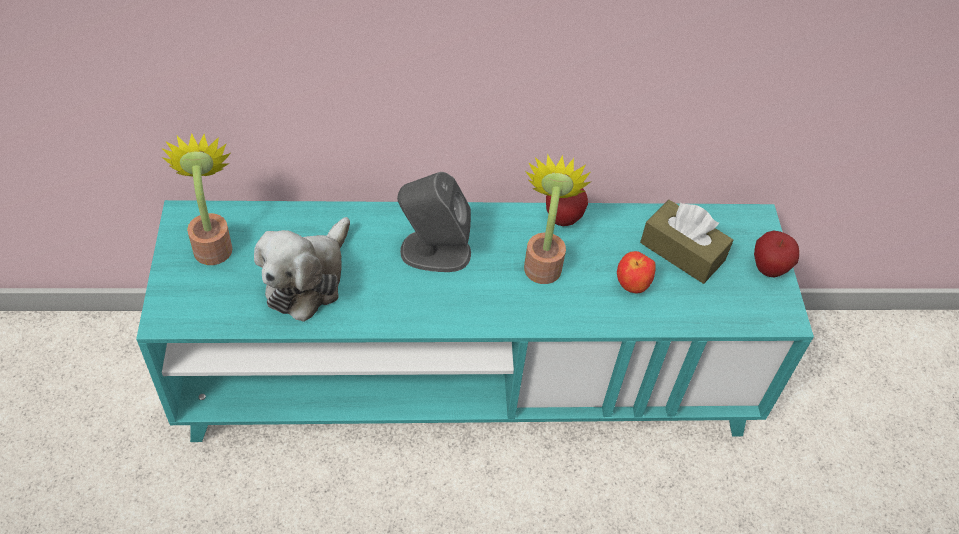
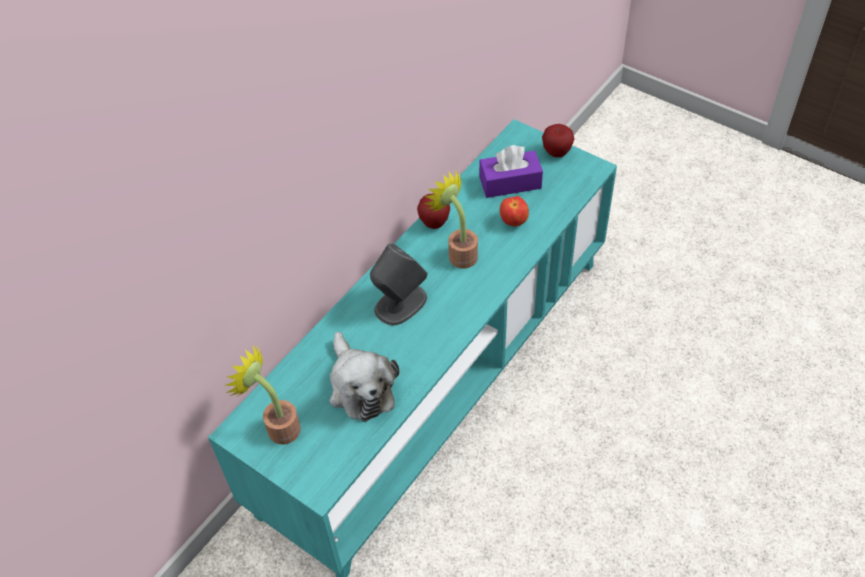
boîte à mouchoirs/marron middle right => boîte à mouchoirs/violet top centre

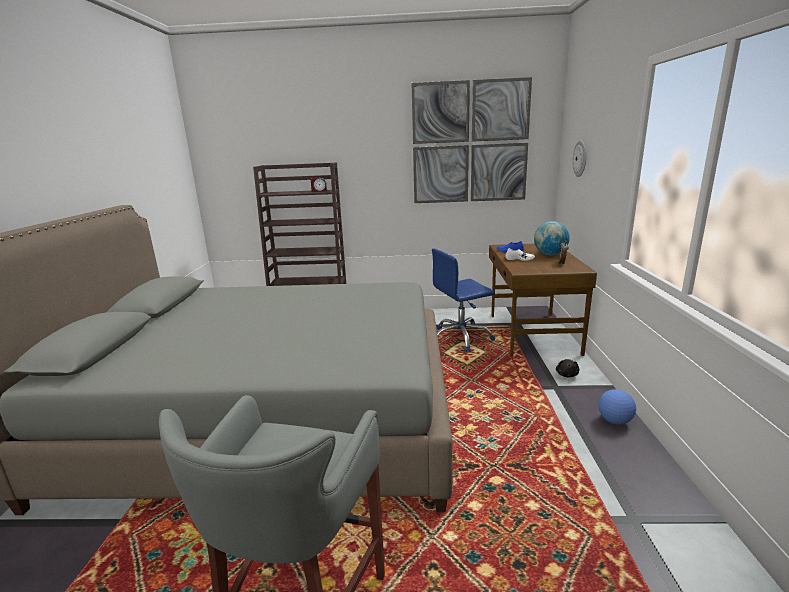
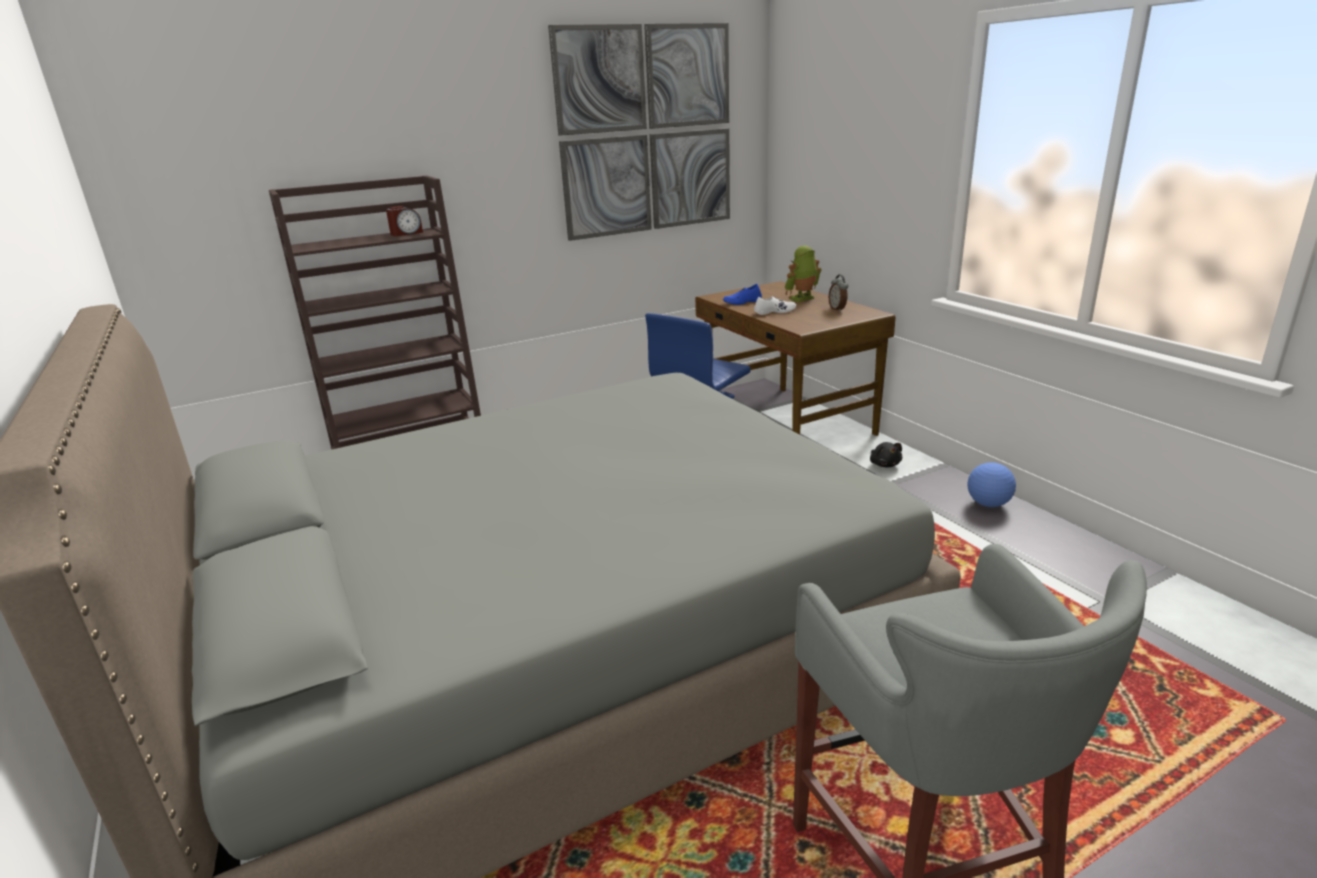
globe middle right => robot jouet top centre
horloge murale top right => nothing

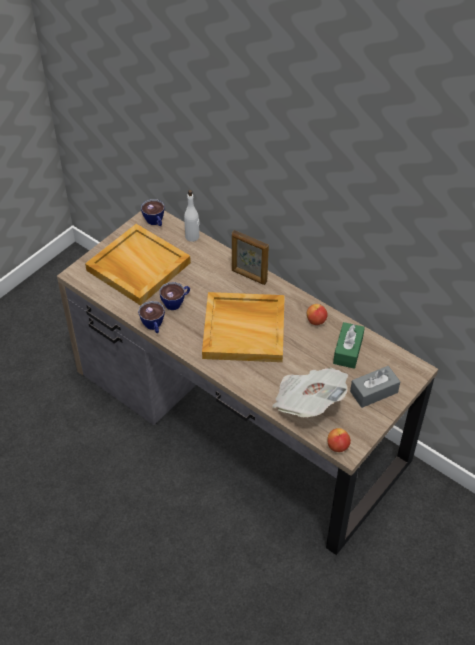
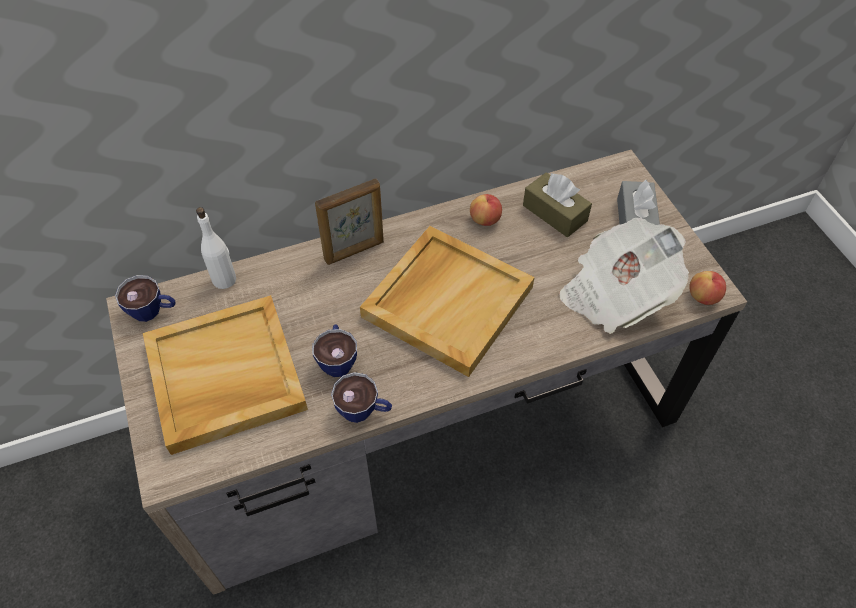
boîte à mouchoirs/vert middle right => boîte à mouchoirs/marron centre

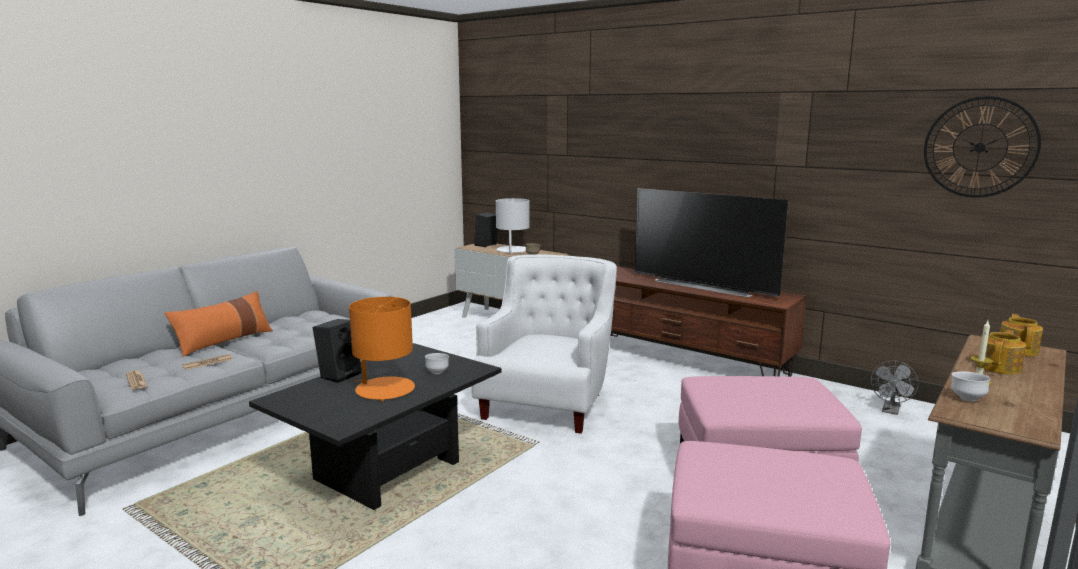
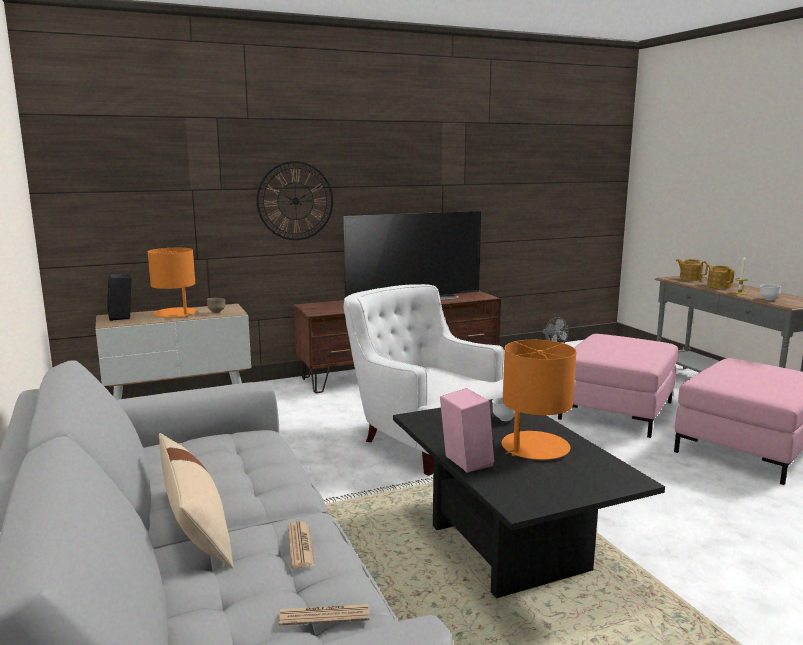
coussin/orange middle left => coussin/beige bottom left
enceinte/noir (no. 1 from left) middle left => enceinte/rose bottom centre
lampe de table/blanc centre => lampe de table/orange (no. 1 from left) middle left
horloge murale top right => horloge murale top centre, relocated

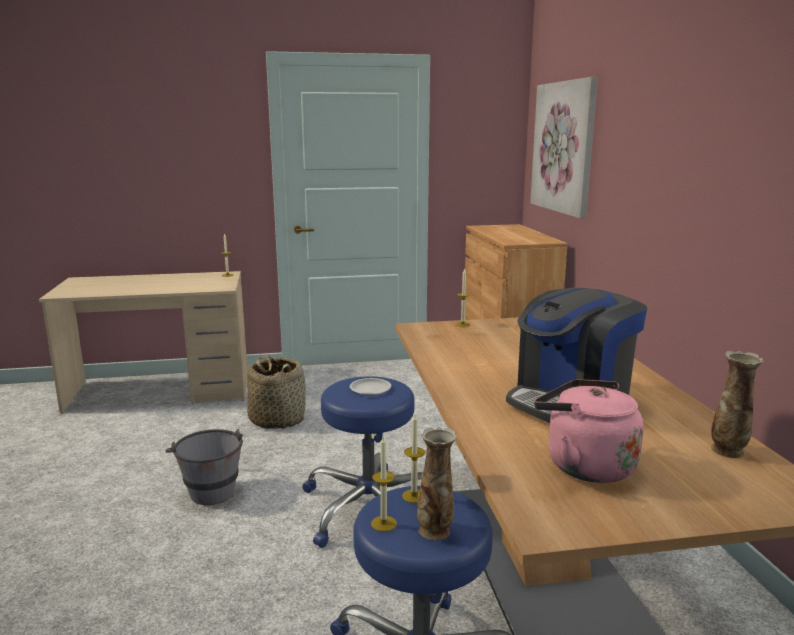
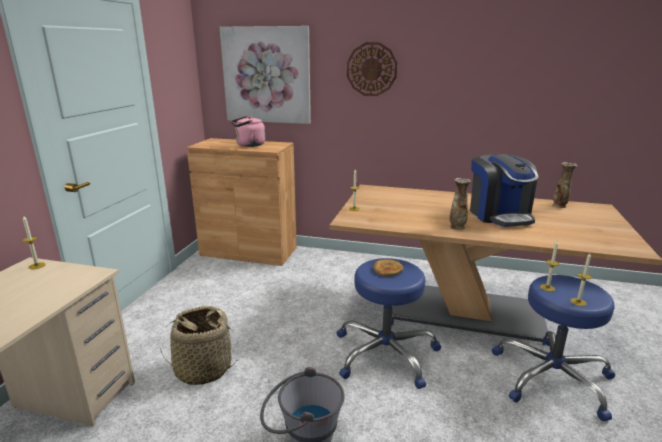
assiette/blanc centre => pain centre
vase (no. 1 from left) bottom centre => vase (no. 1 from left) middle right, relocated
bouilloire/rose bottom right => bouilloire/rose top centre, relocated
nothing => horloge murale top centre

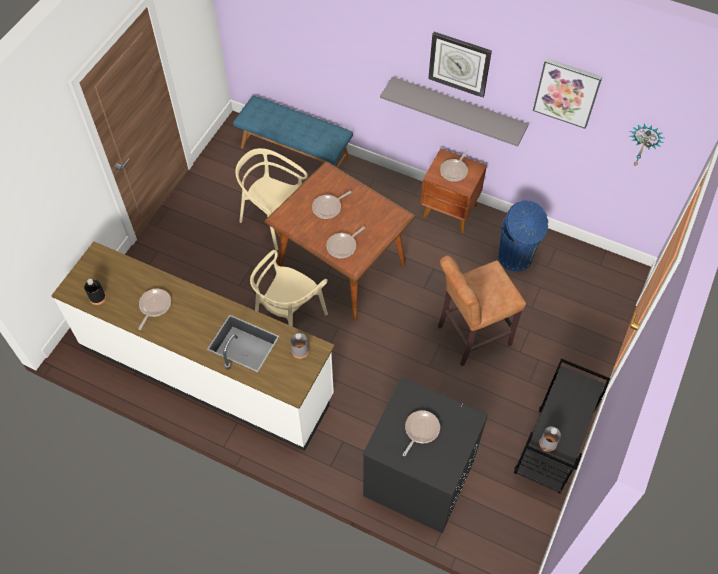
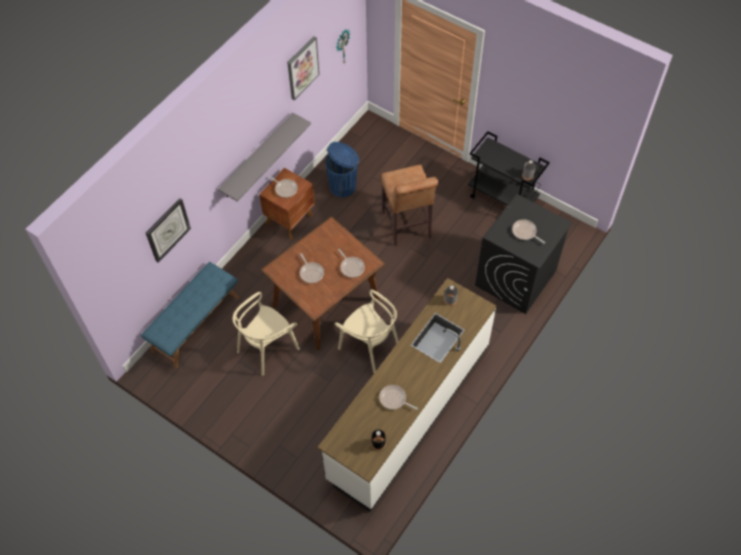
horloge murale (no. 1 from left) top centre => horloge murale (no. 1 from left) middle left, relocated

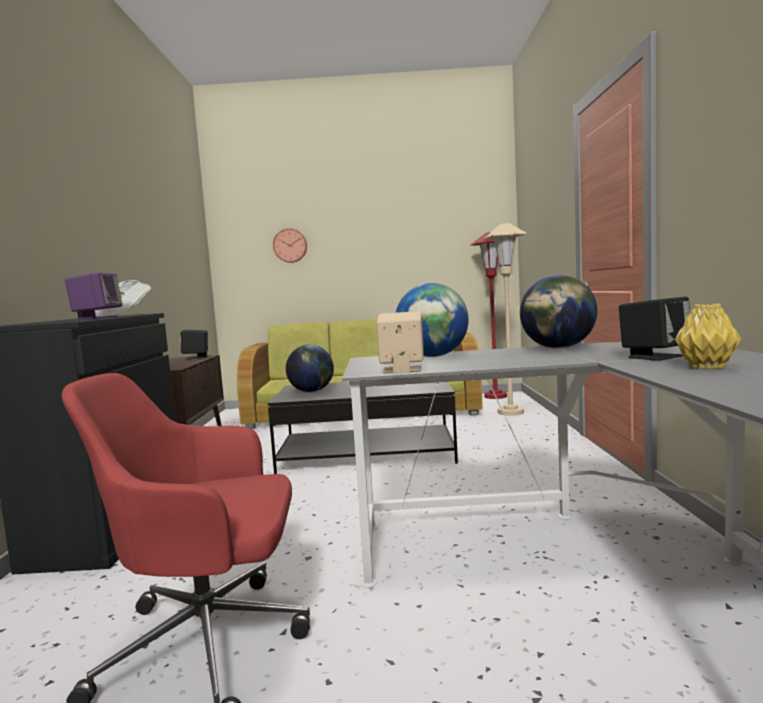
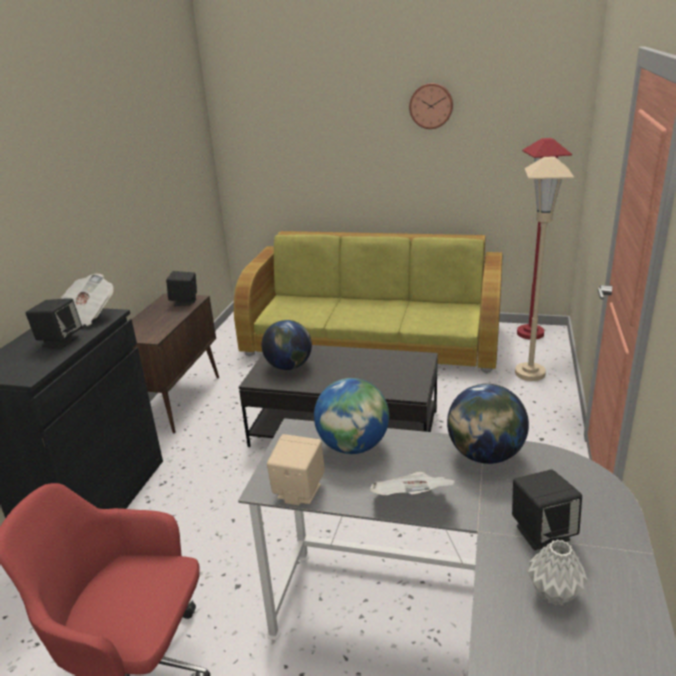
enceinte/violet middle left => enceinte/noir (no. 1 from left) middle left
horloge murale centre => horloge murale top centre, relocated
vase/jaune middle right => vase/gris bottom right
nothing => journal (no. 2 from left) bottom centre

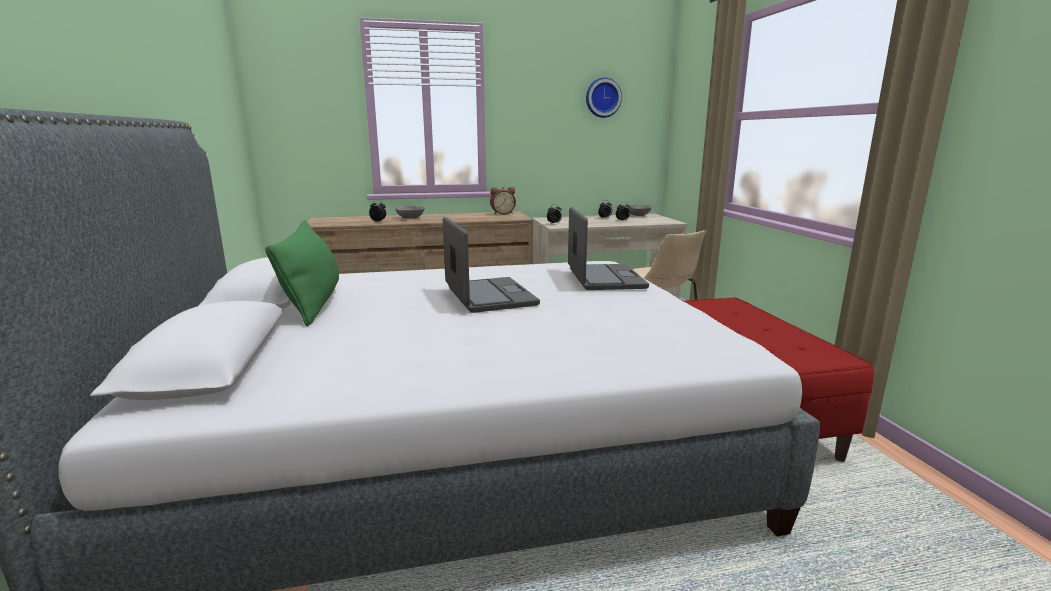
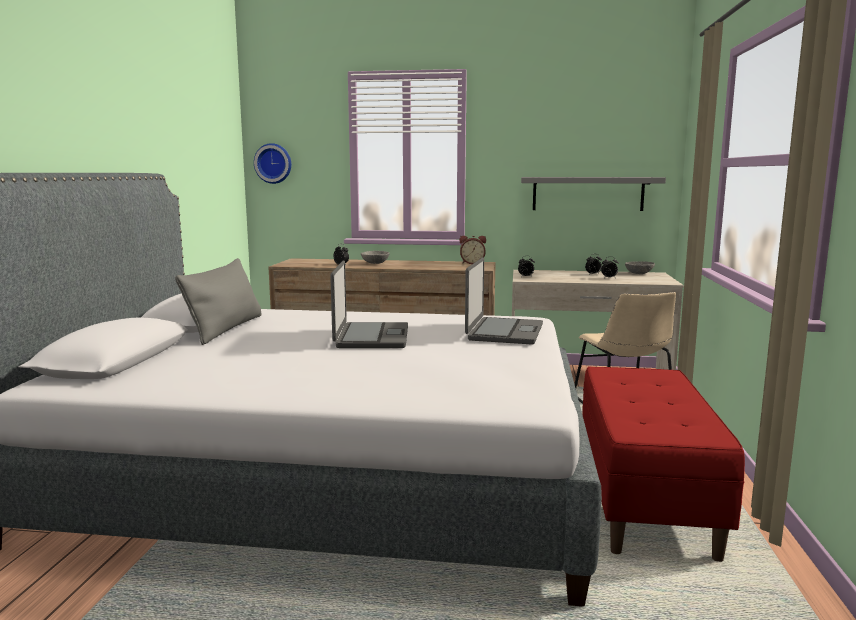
coussin/vert middle left => coussin/gris middle left
horloge murale top centre => horloge murale top left, relocated
nothing => étagère/gris top right

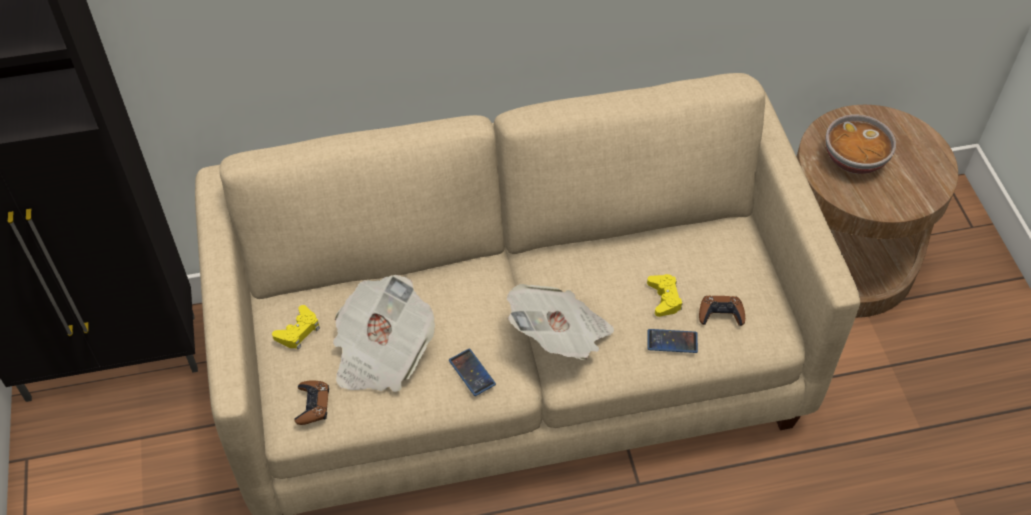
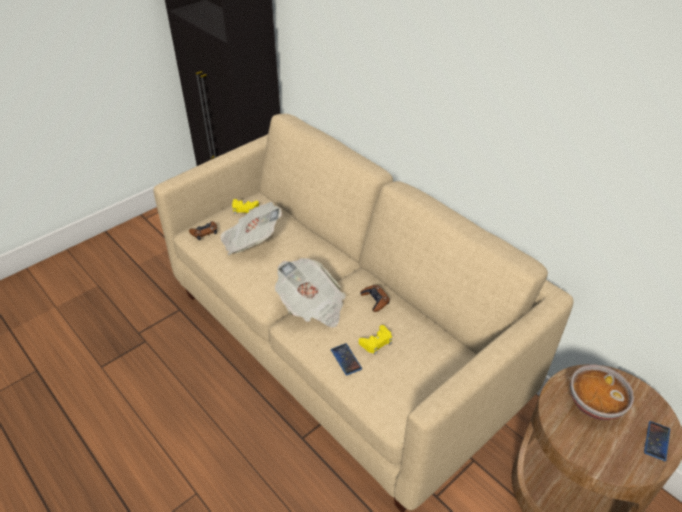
téléphone (no. 1 from left in the first image) bottom centre => téléphone (no. 2 from left) bottom right, relocated
manette/marron (no. 2 from left) middle right => manette/marron (no. 2 from left) centre, relocated

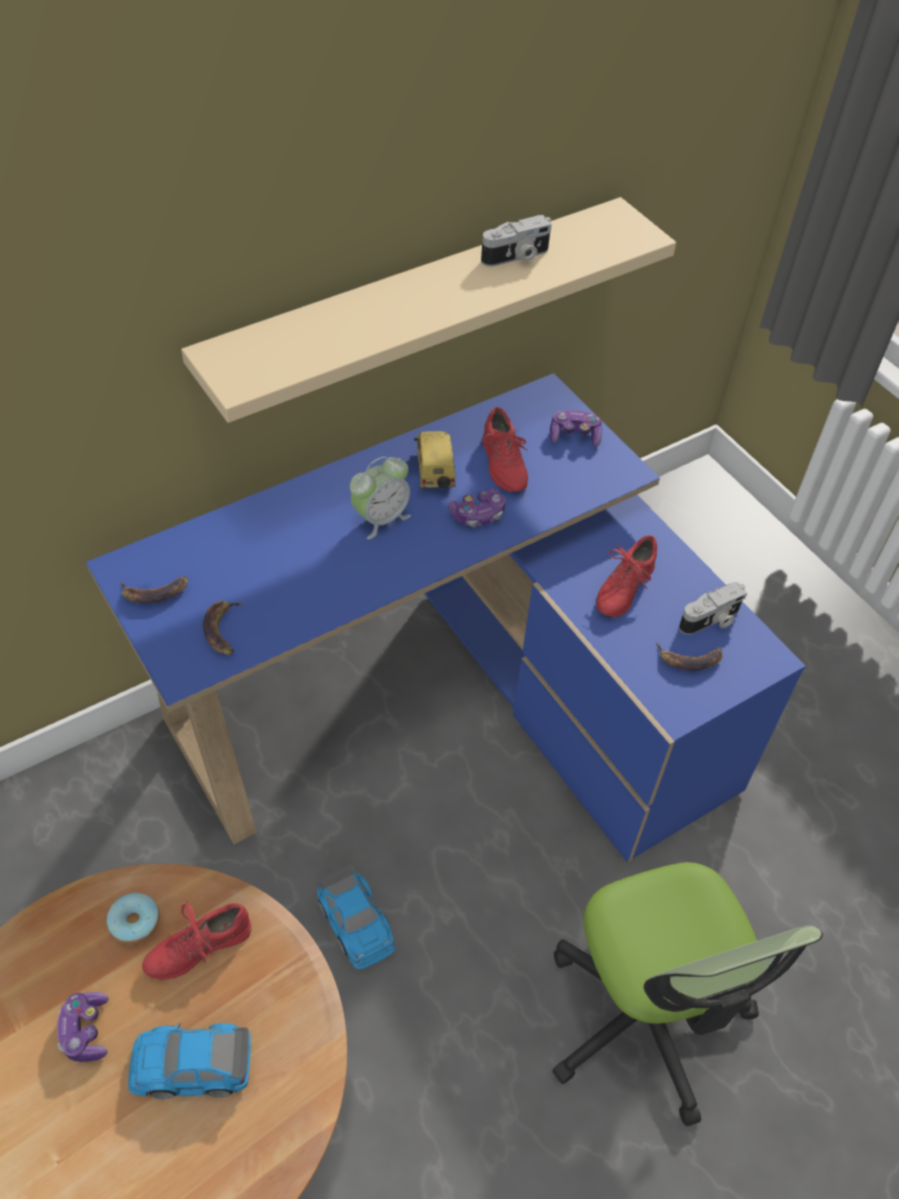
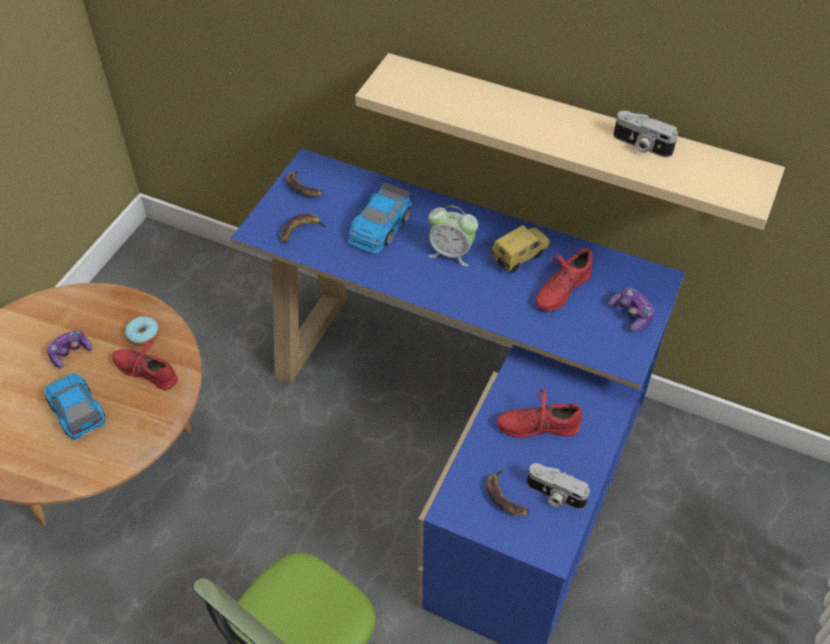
petite voiture (no. 2 from left) bottom centre => petite voiture (no. 2 from left) centre, relocated
manette (no. 2 from left) centre => nothing

